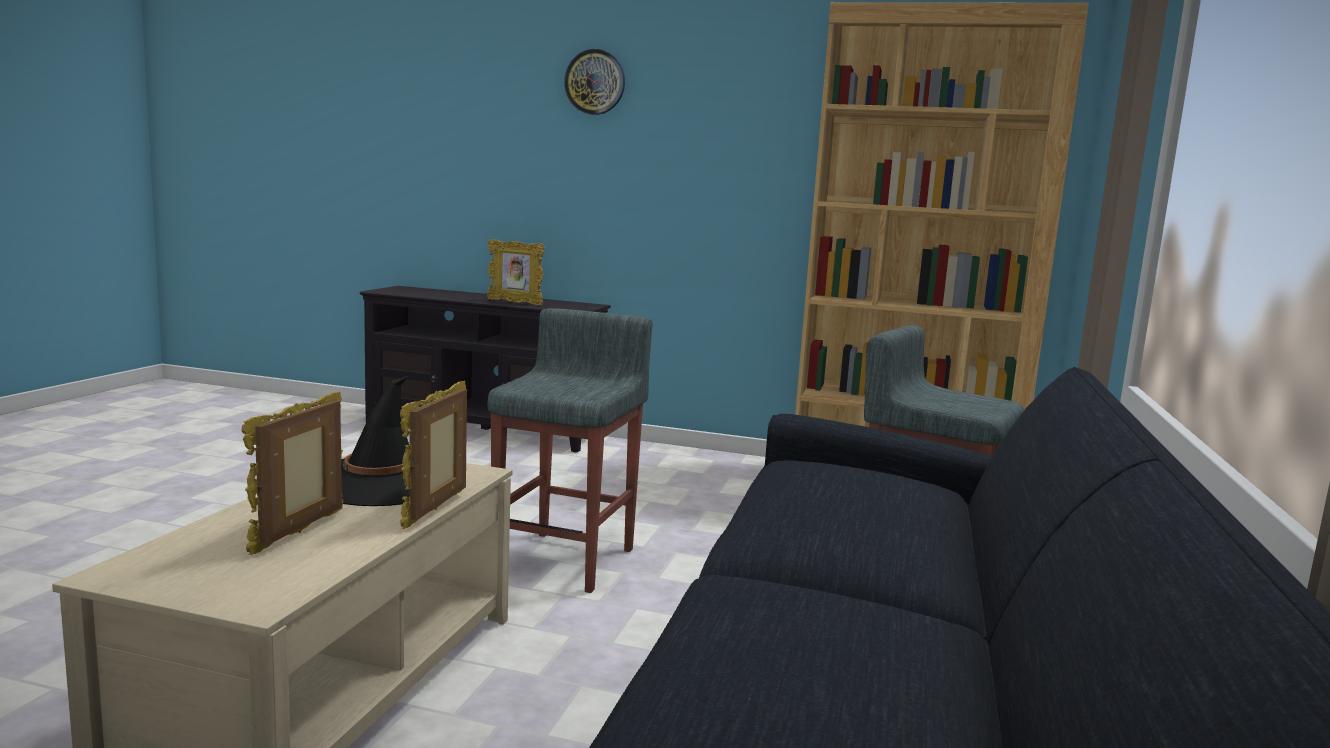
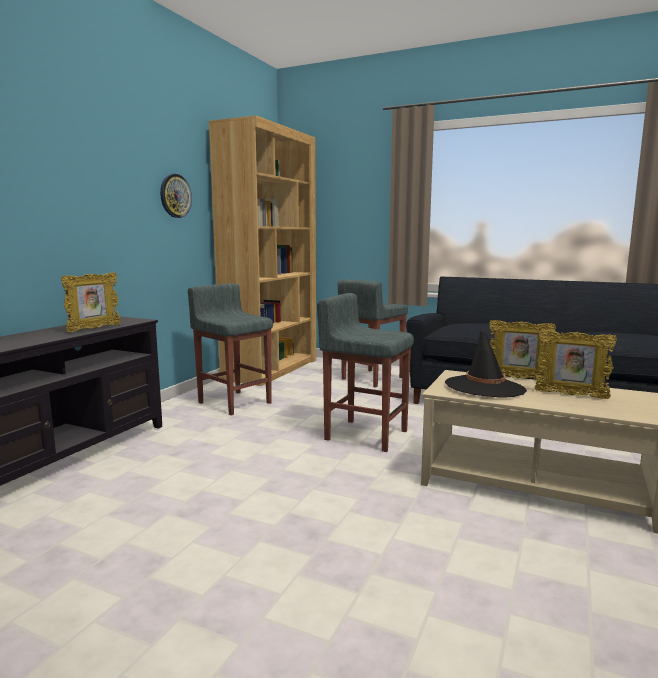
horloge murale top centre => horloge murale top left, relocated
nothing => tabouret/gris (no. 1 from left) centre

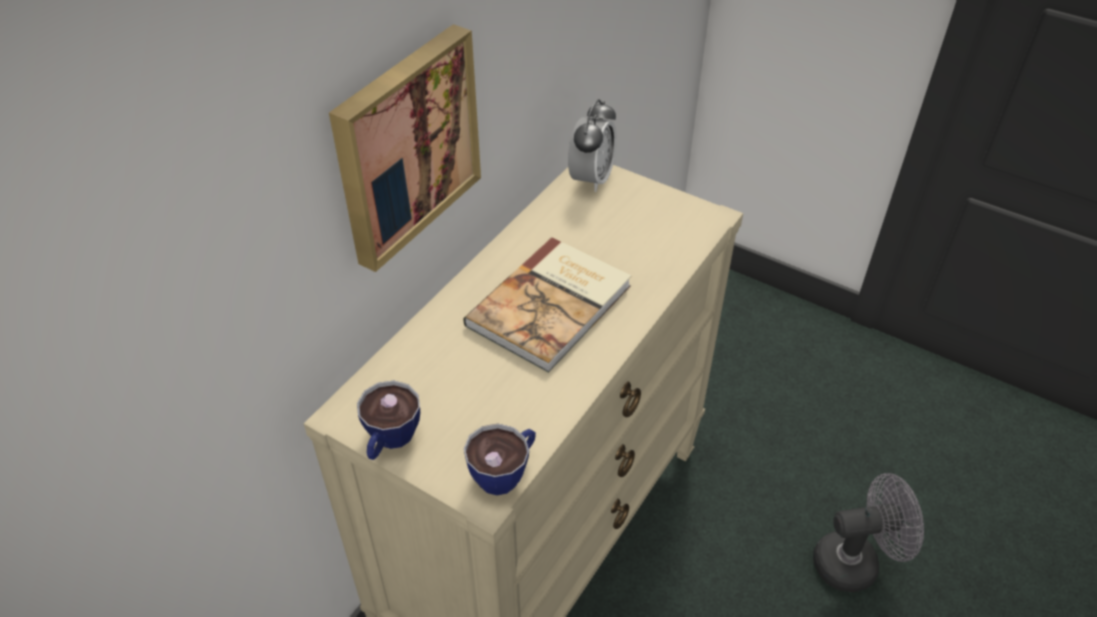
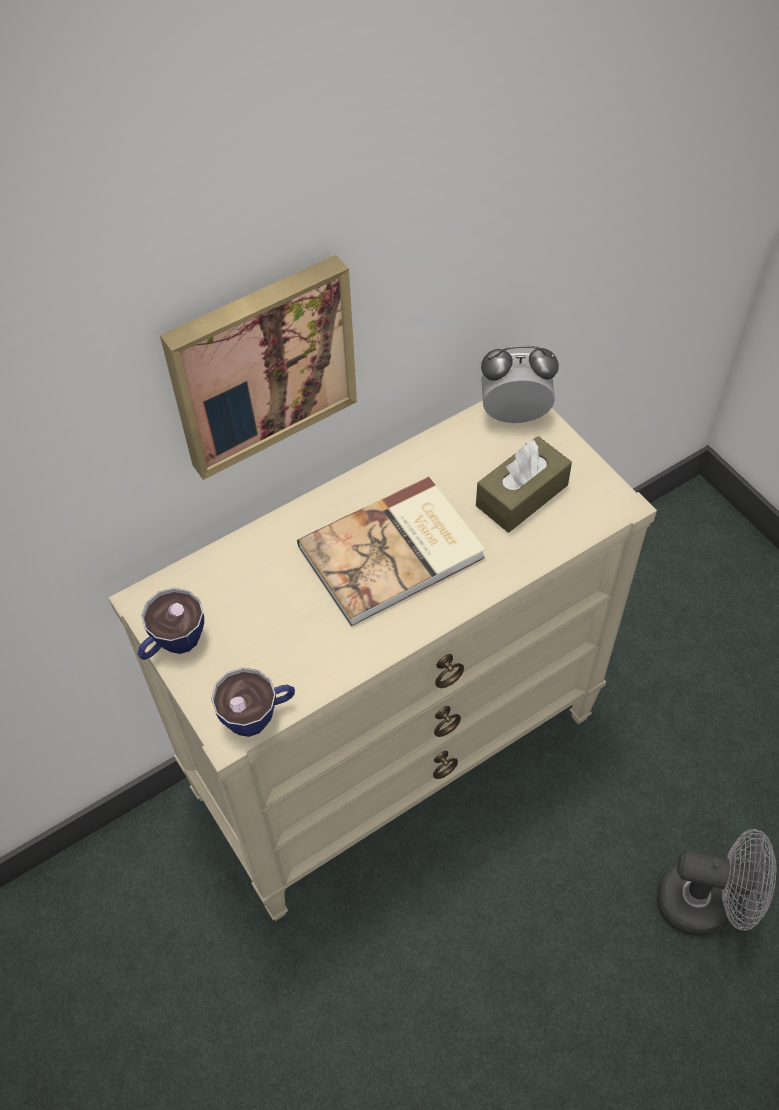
réveil top centre => réveil middle right, 135 degrees counterclockwise
nothing => boîte à mouchoirs/marron middle right

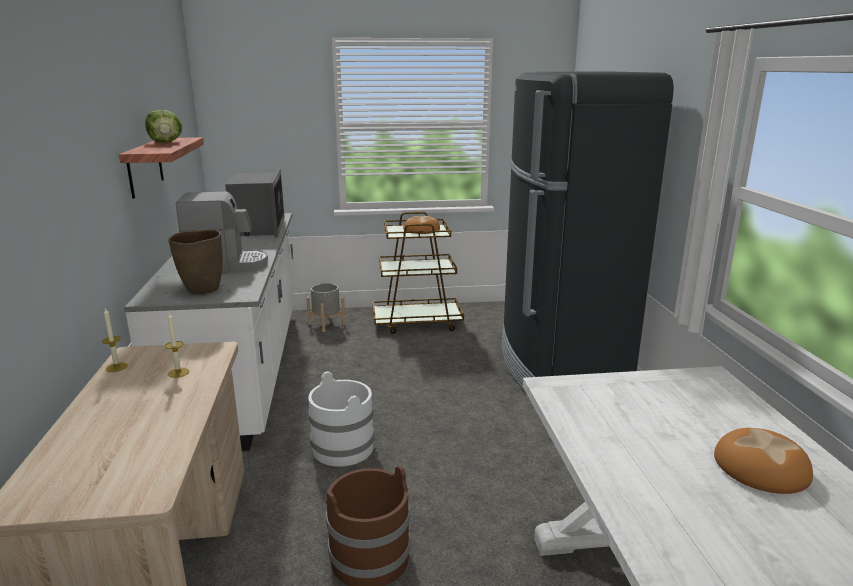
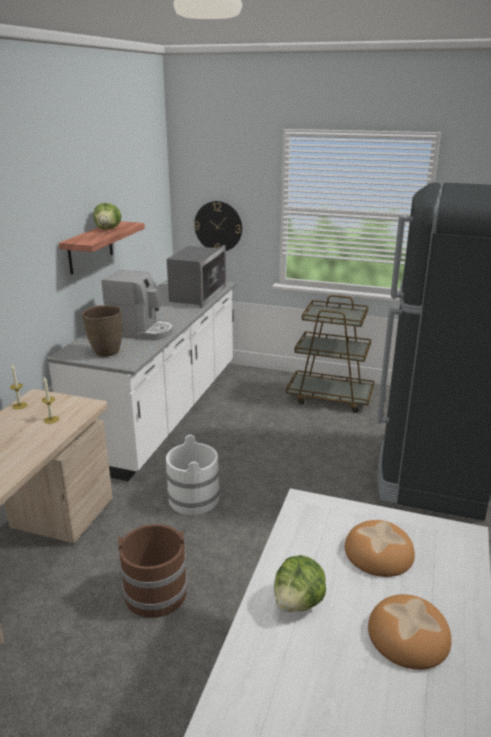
cache-pot/gris centre => nothing
pain (no. 1 from left) centre => pain (no. 1 from left) bottom right, relocated
nothing => horloge murale top centre
nothing => laitue (no. 2 from left) bottom centre

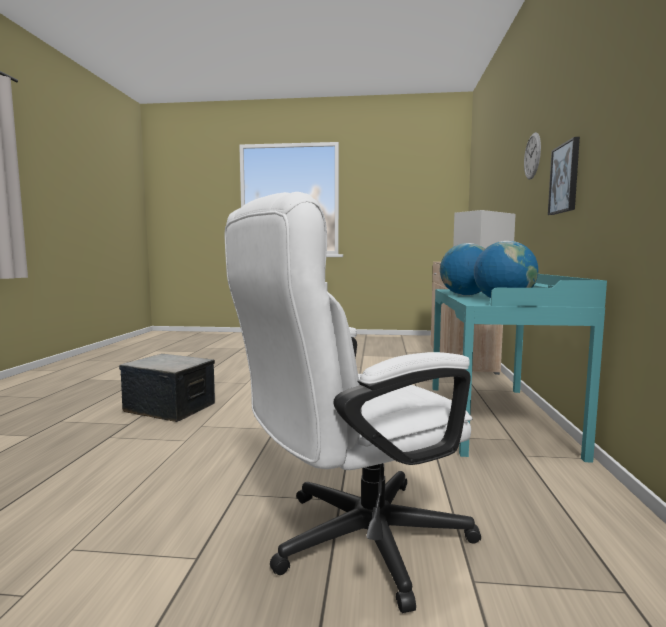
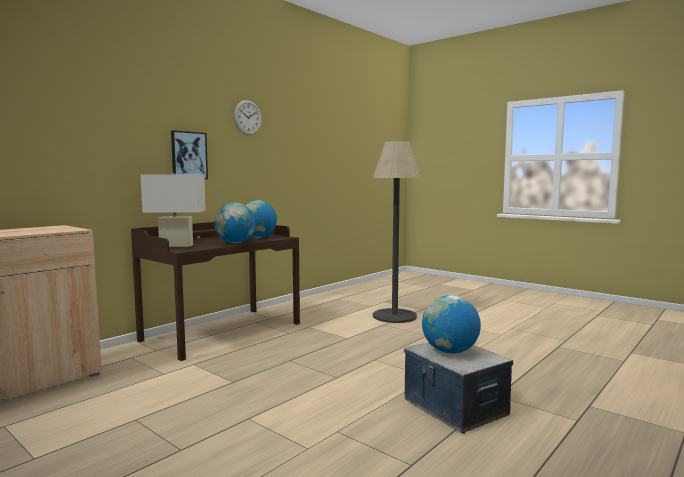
chaise de bureau/blanc centre => lampadaire centre
bureau/turquoise middle right => bureau/marron middle left
horloge murale top right => horloge murale top centre, relocated
nothing => globe (no. 3 from left) bottom centre

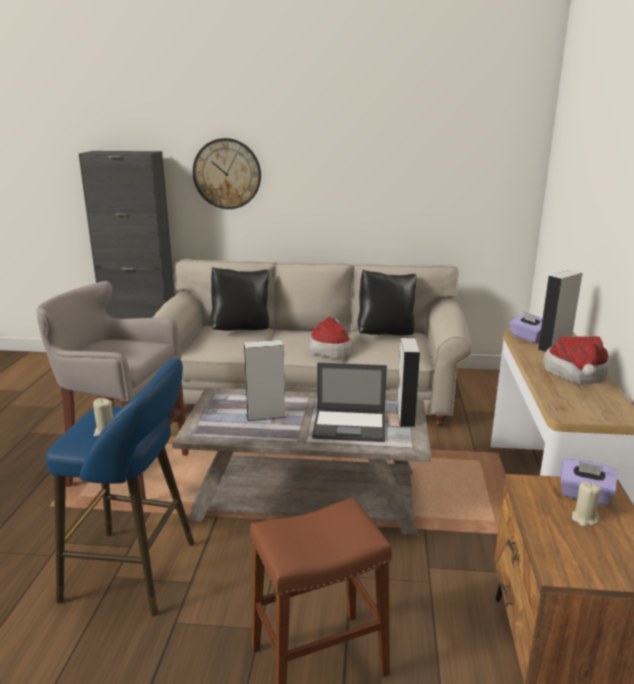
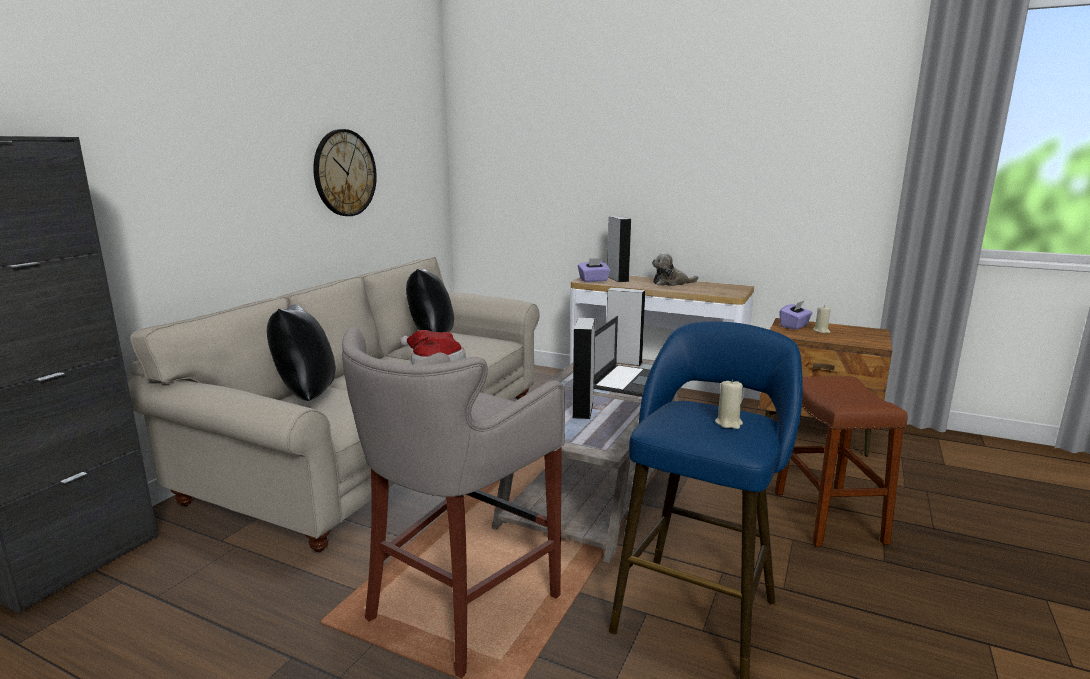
horloge murale top centre => horloge murale top left, relocated
chapeau (no. 2 from left) middle right => peluche centre

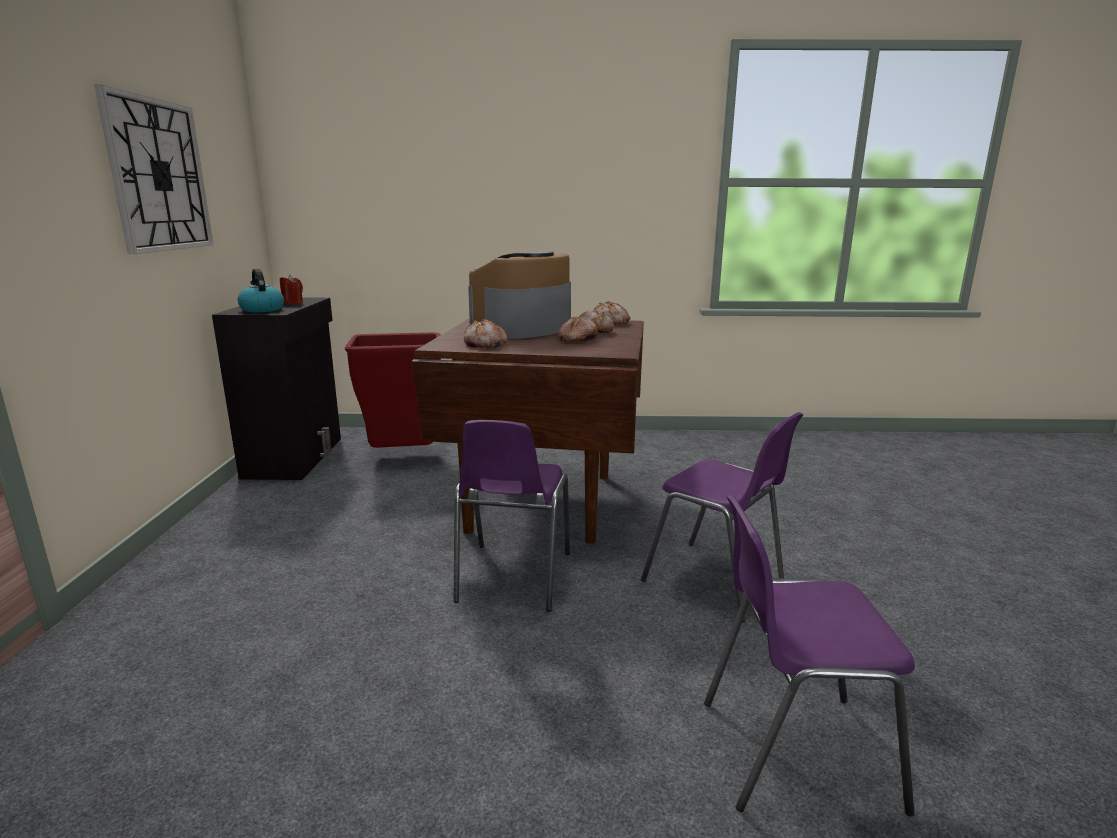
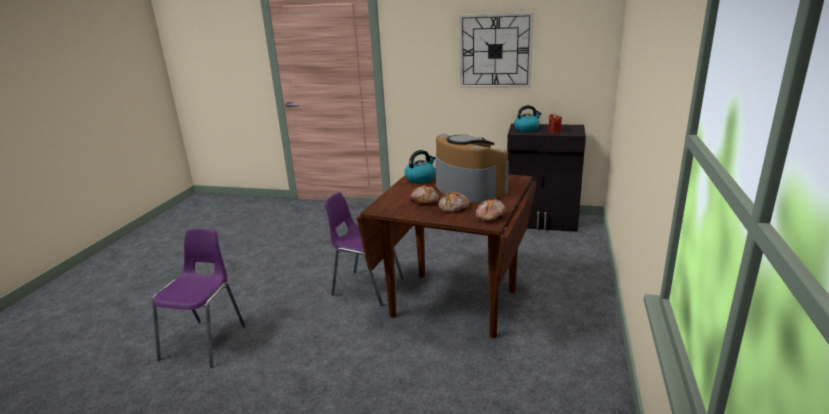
poubelle/rouge centre => nothing
pain (no. 1 from left) centre => bouilloire (no. 1 from left) centre
chaise/violet (no. 2 from left) centre => nothing

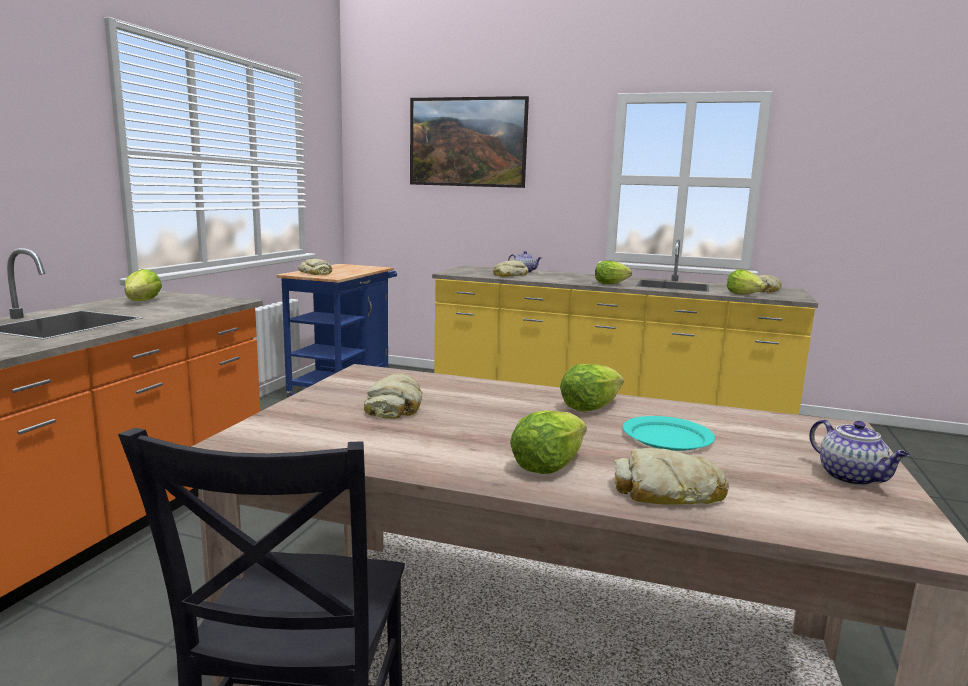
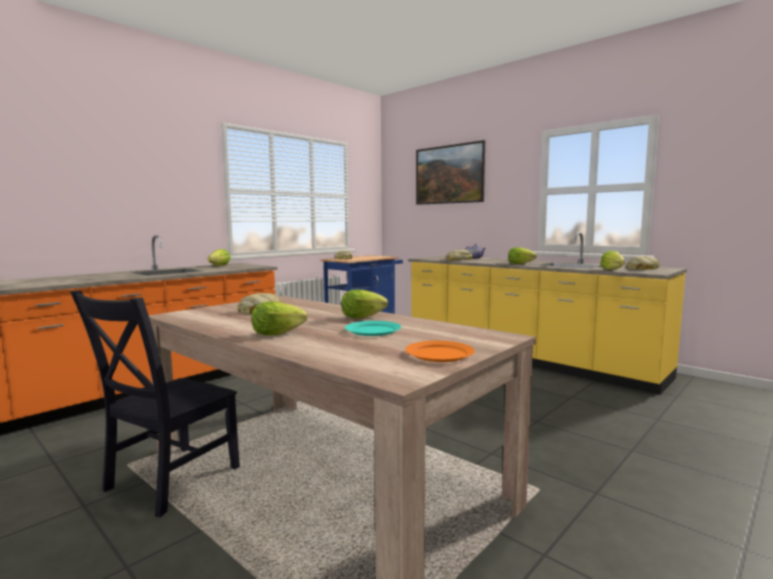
pain (no. 4 from left) bottom right => nothing
théière (no. 2 from left) middle right => assiette/orange centre

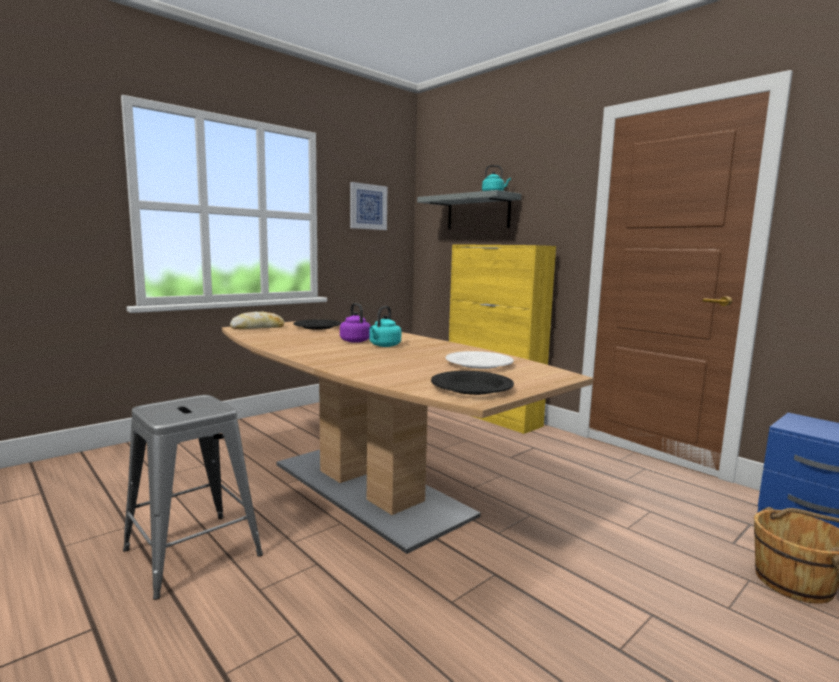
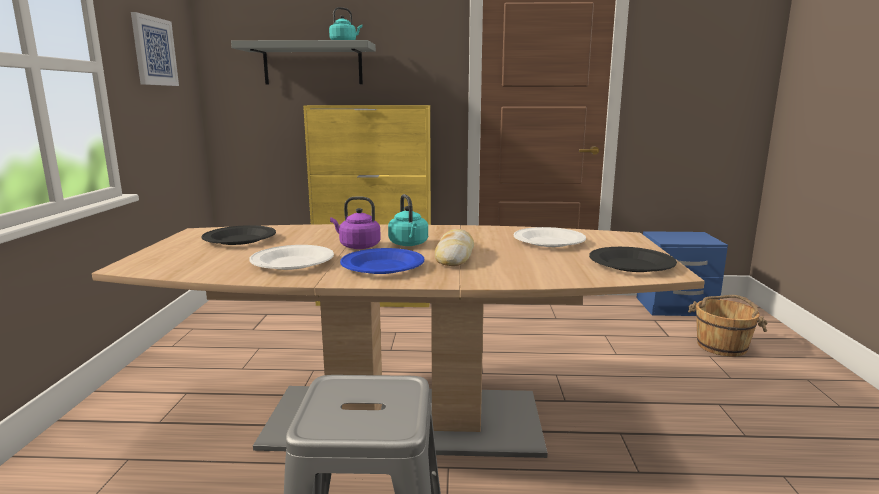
pain middle left => pain centre, relocated
nothing => assiette/blanc (no. 1 from left) middle left
nothing => assiette/bleu centre

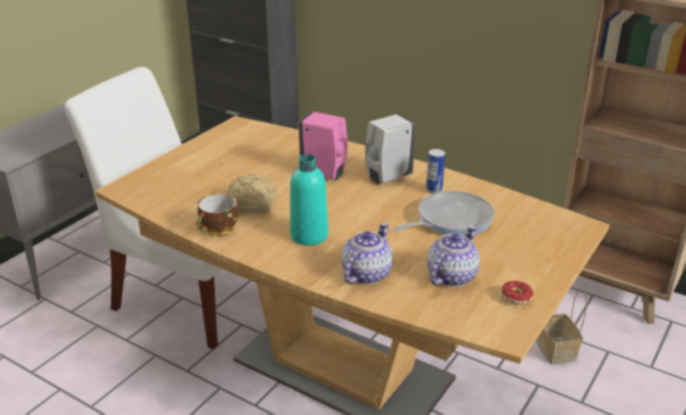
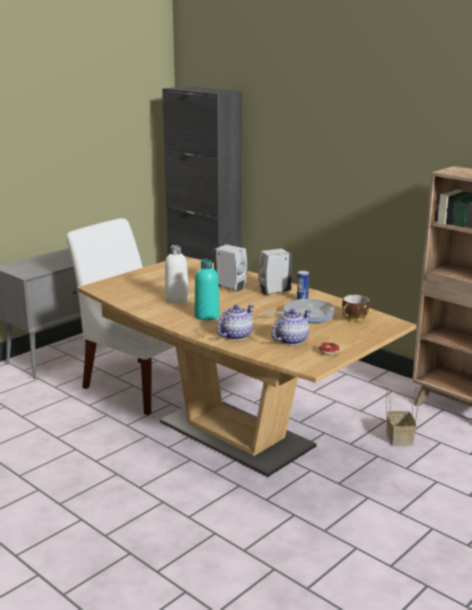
tasse middle left => tasse middle right, relocated
pain centre => bouteille/blanc centre
distributeur de savon/rose centre => distributeur de savon/blanc (no. 1 from left) centre

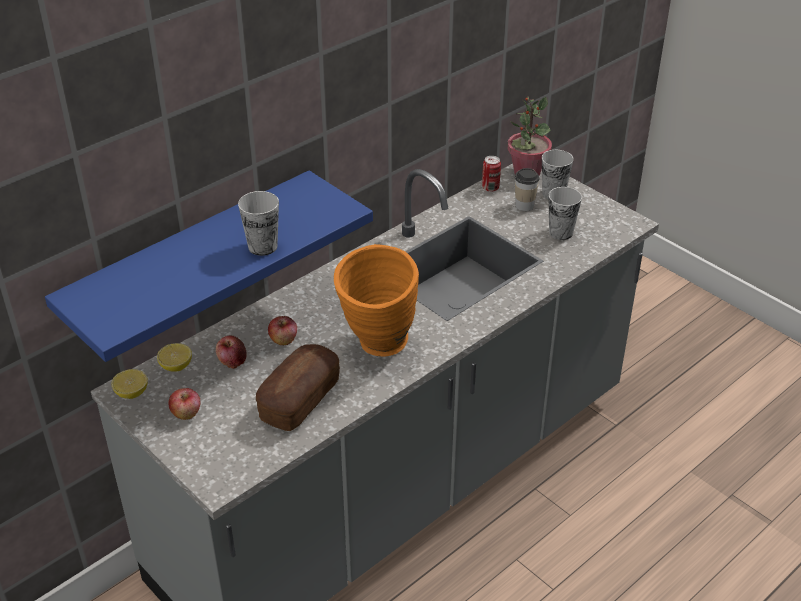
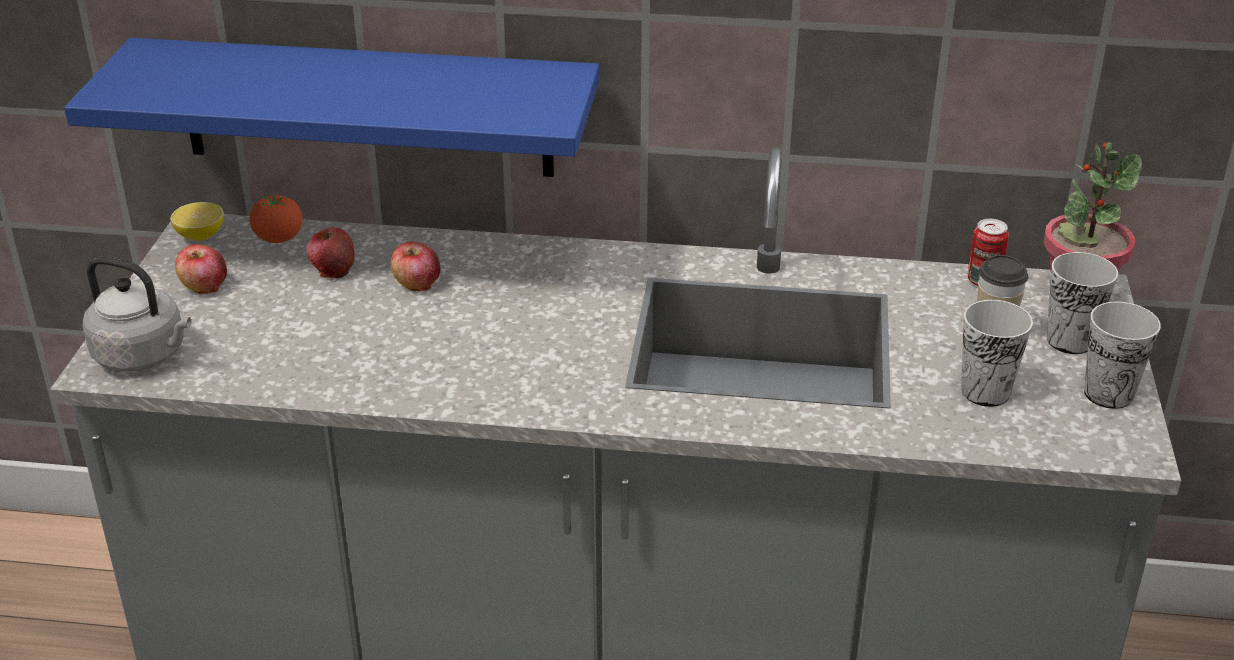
citron (no. 2 from left) middle left => tomate top left
tasse (no. 1 from left in the first image) middle left => tasse (no. 4 from left) middle right, relocated
pain centre => nothing
vase/orange centre => nothing
nothing => bouilloire/gris middle left

